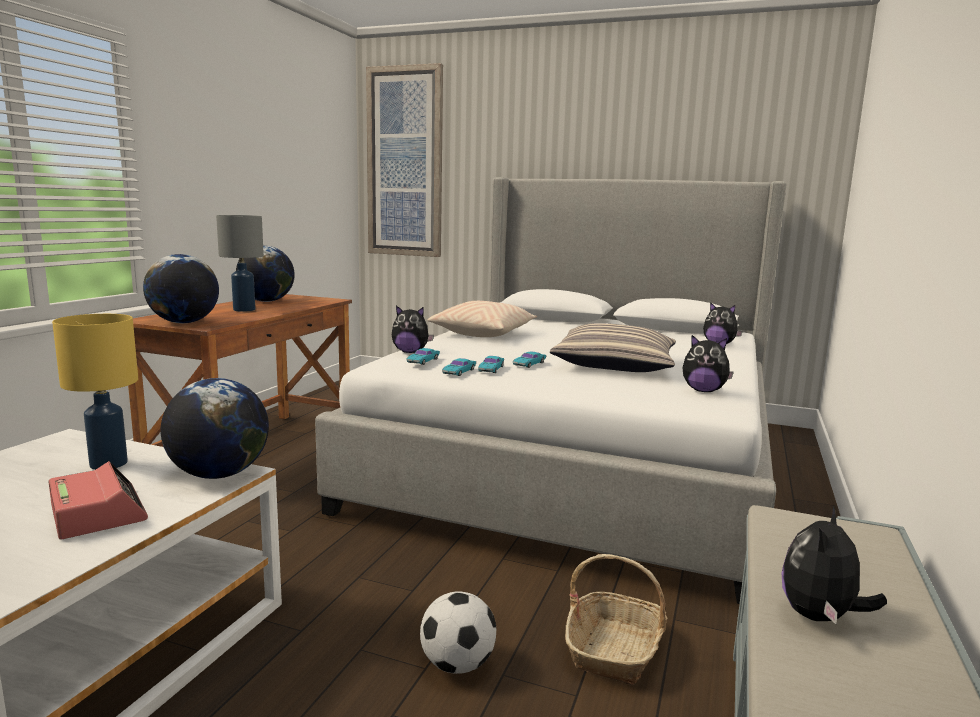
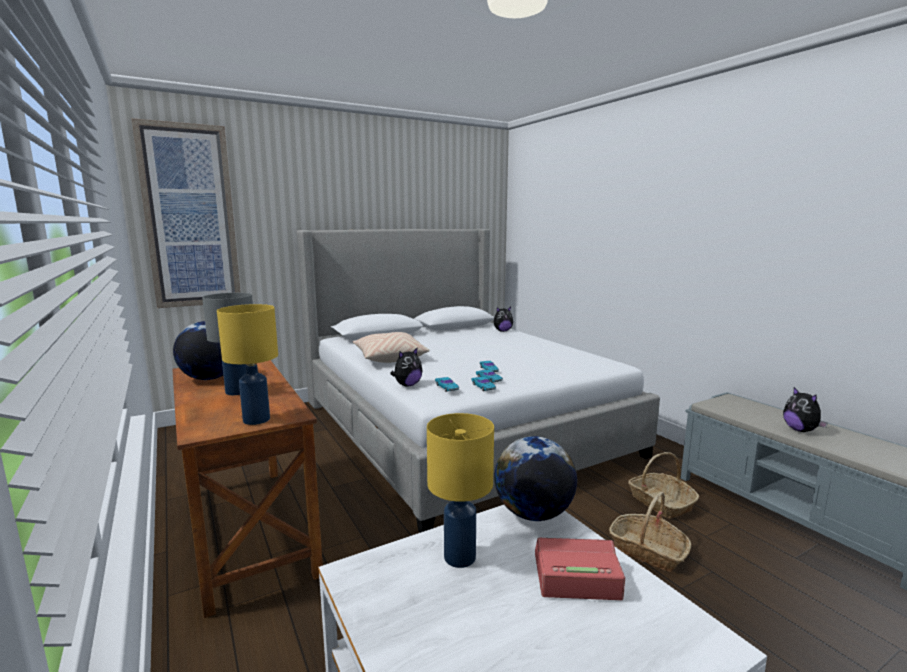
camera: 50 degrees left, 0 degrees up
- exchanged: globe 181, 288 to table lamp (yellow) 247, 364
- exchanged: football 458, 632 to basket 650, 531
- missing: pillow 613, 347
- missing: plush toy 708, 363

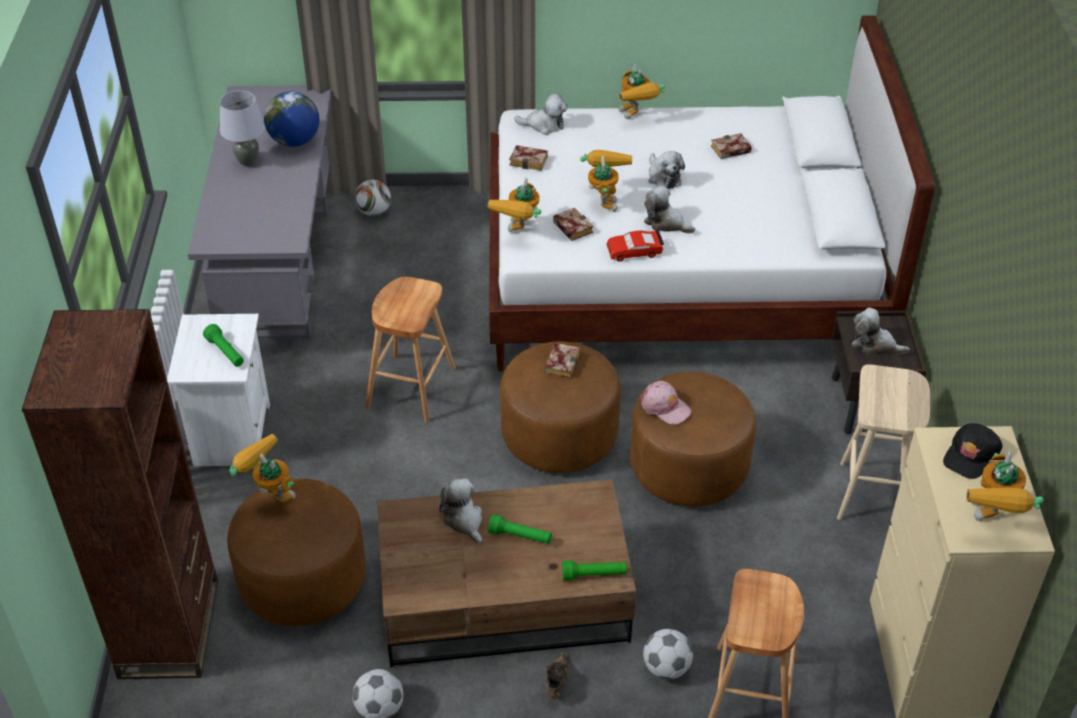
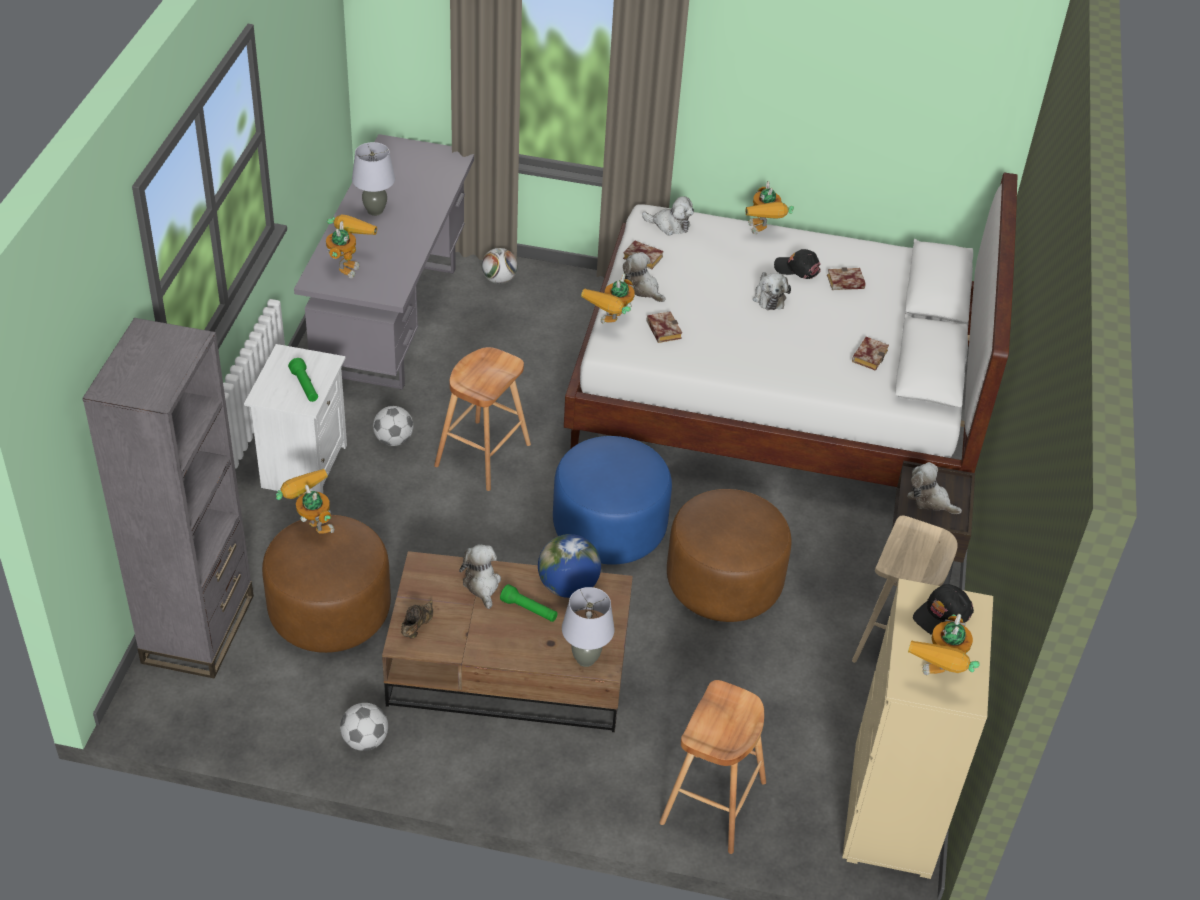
camera: 10 degrees right, 0 degrees up
- colour: bookcase (brown) 120, 494 to bookcase (grey) 168, 498
- relocated: globe 291, 119 to 569, 566
- colour: ottoman (brown) 560, 407 to ottoman (blue) 612, 500
- relocated: book 562, 360 to 870, 354
- relocated: shoe (brown) 557, 675 to 417, 619
- exchanged: flashlight (green) 594, 570 to table lamp (grey) 588, 627
- relocated: toy robot 606, 181 to 352, 246
- missing: toy car (red) 635, 246
- missing: cap (pink) 666, 403
- relocated: football 668, 654 to 393, 426
- relocated: plush toy 669, 209 to 644, 277
- appeared: cap (black) 797, 264

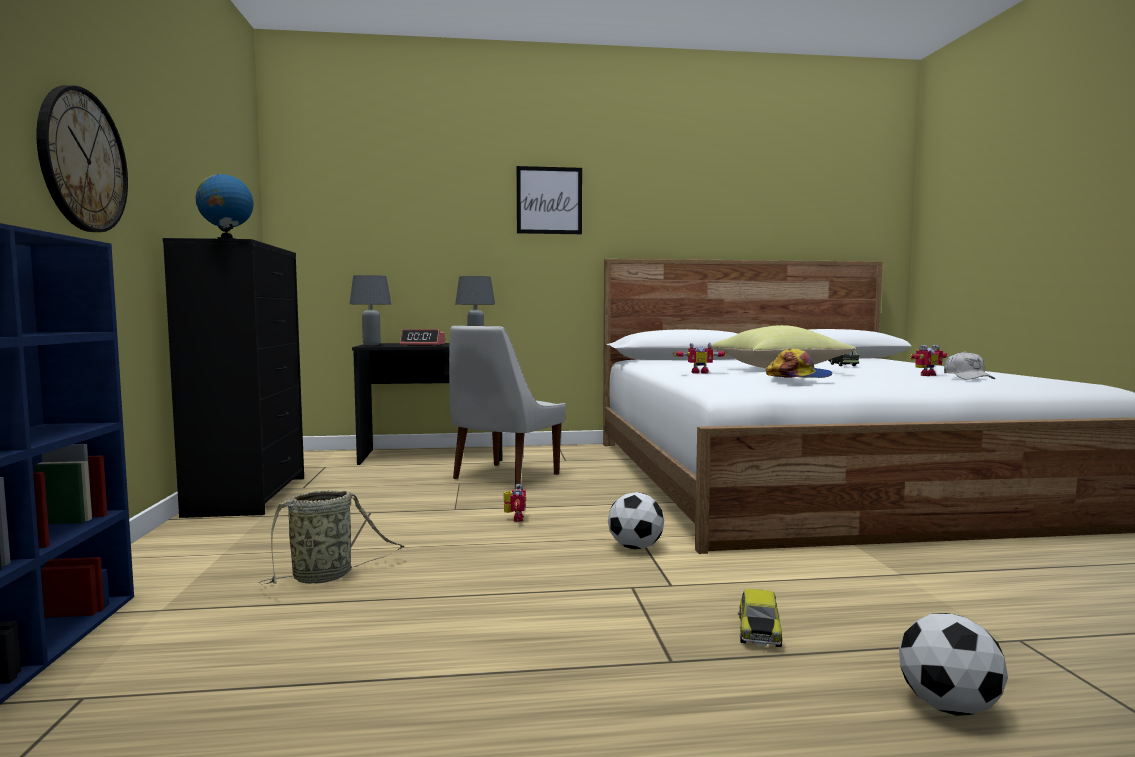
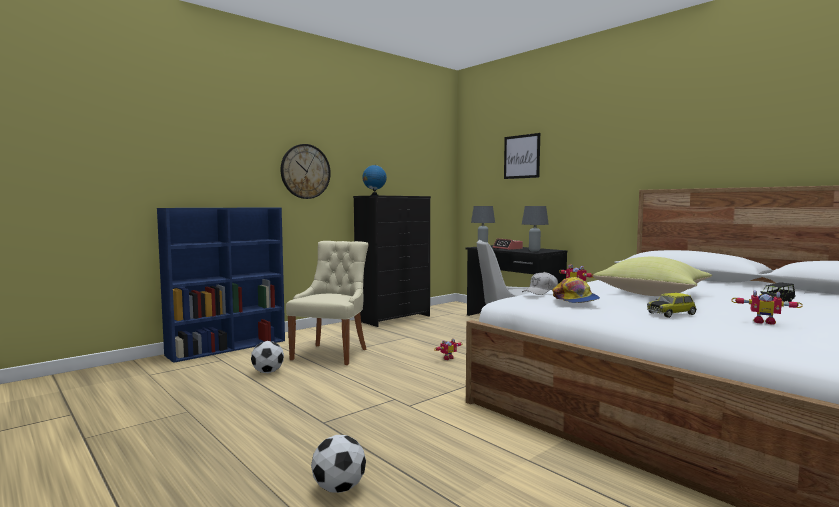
camera: 55 degrees right, 0 degrees up
- exchanged: basket 331, 537 to chair (beige) 327, 303
- relocated: picture 549, 200 to 522, 156
- relocated: football 636, 520 to 267, 357
- relocated: toy car 760, 618 to 672, 305
- relocated: cap (white) 969, 365 to 540, 283

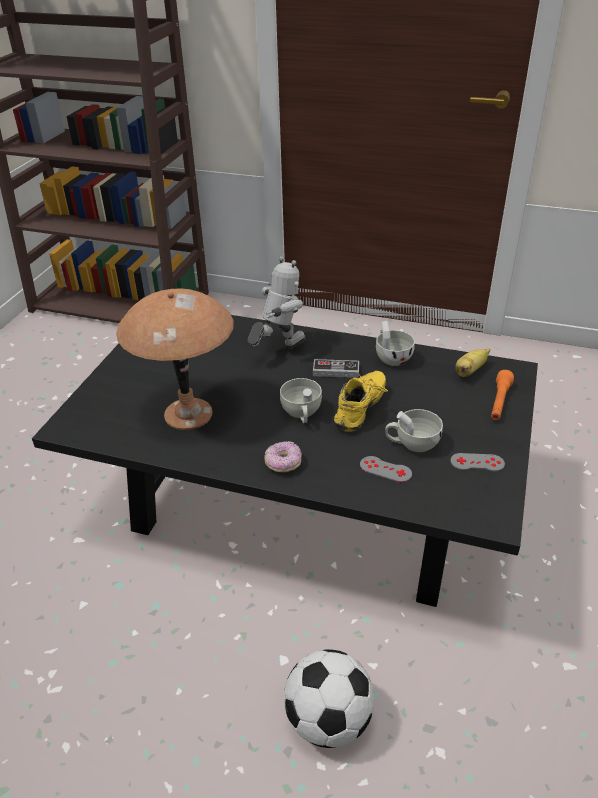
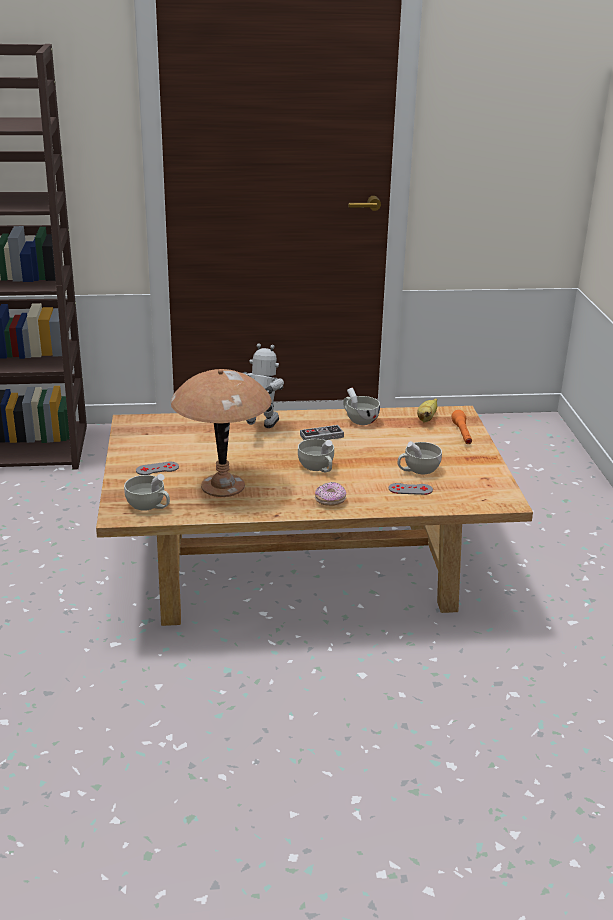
camera: 25 degrees left, 10 degrees down
- colour: coffee table (black) 285, 461 to coffee table (beige) 314, 516
- missing: football 329, 698
- missing: shoe (yellow) 361, 401
- relocated: game controller (grey) 477, 462 to 157, 468
- appeared: cup (white) 147, 492

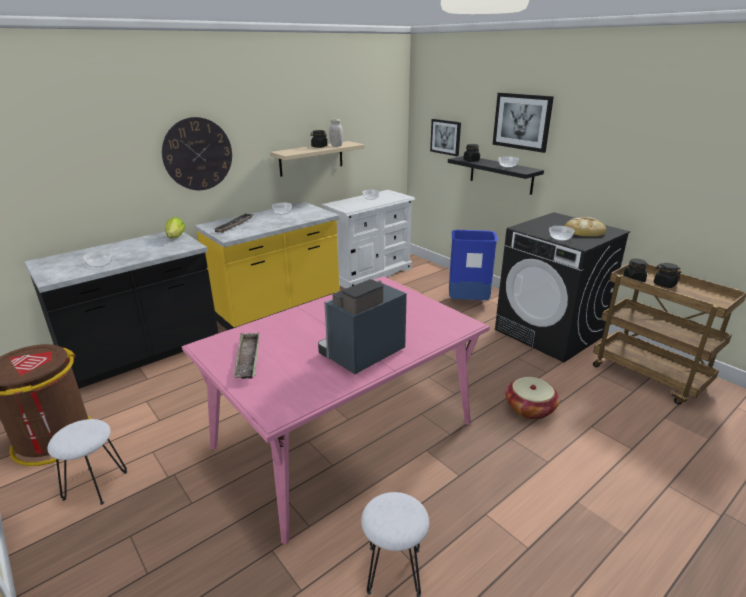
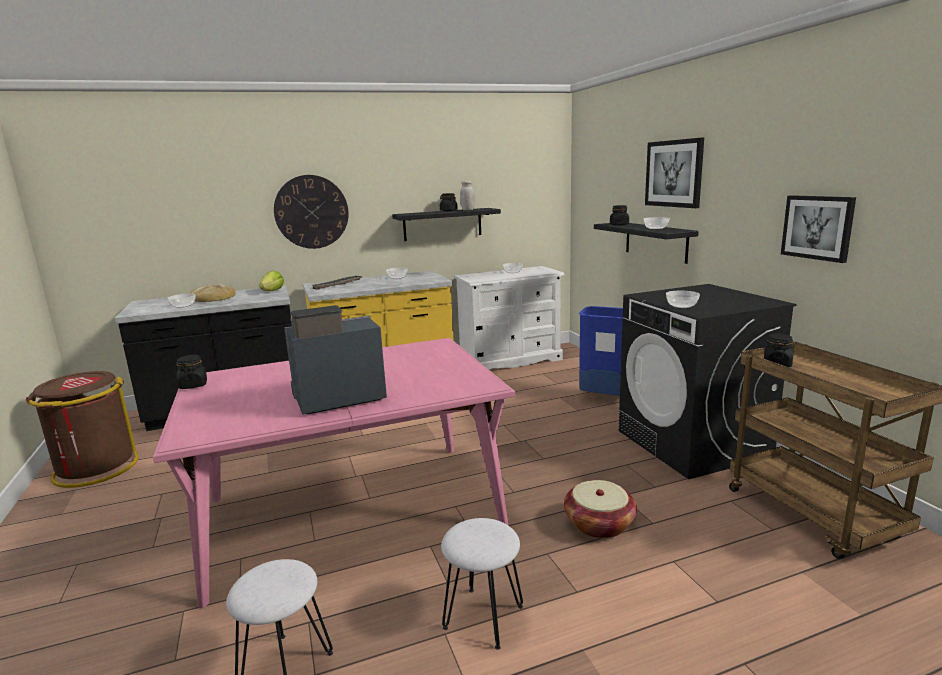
camera: 20 degrees right, 10 degrees down
- relocated: stool (white) 87, 462 to 482, 584
- missing: tray 246, 356
- colour: shelf (beige) 317, 159 to shelf (black) 446, 224
- relocated: picture 445, 137 to 818, 229
- relocated: bread 585, 227 to 213, 293
- relocated: jar (black) 667, 275 to 192, 372

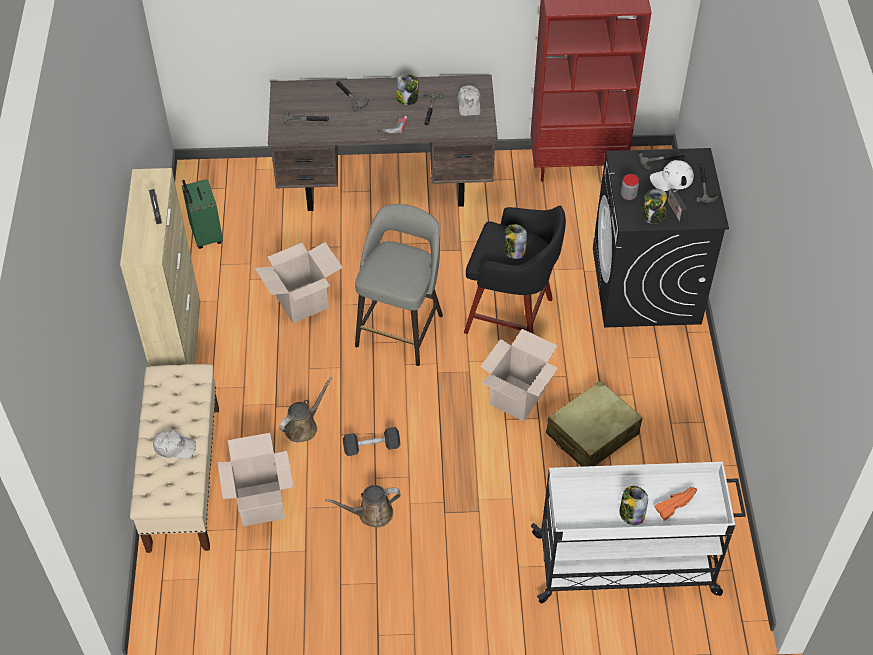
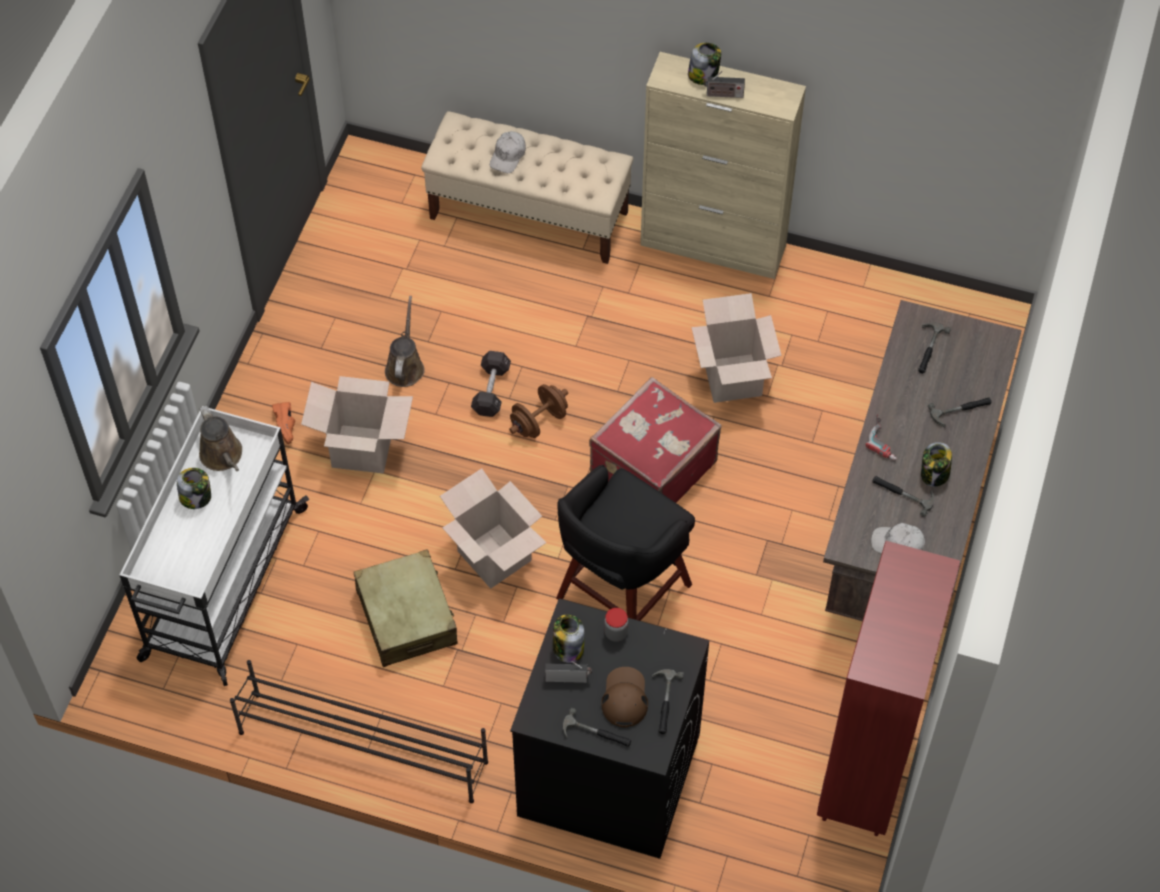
camera: 110 degrees right, 5 degrees up
- missing: suitcase (green) 202, 214
- relocated: cardboard box 255, 479 to 357, 425
- relocated: watering can (brown) 305, 410 to 220, 438
- exchanged: stool (grey) 399, 285 to suitcase (red) 655, 440
- relocated: jar 515, 241 to 704, 64
- colour: cap (white) 672, 175 to cap (brown) 624, 697
- relocated: shoe (orange) 675, 504 to 283, 423
- appeared: shoe rack (black) 359, 731
- appeared: dumbbell (brown) 538, 411

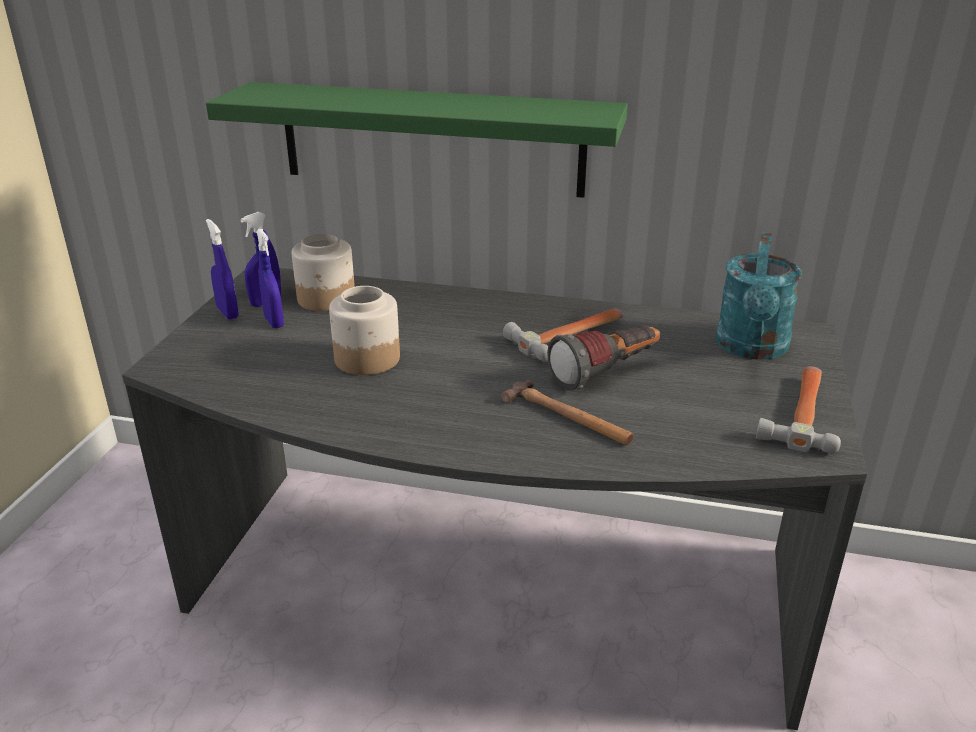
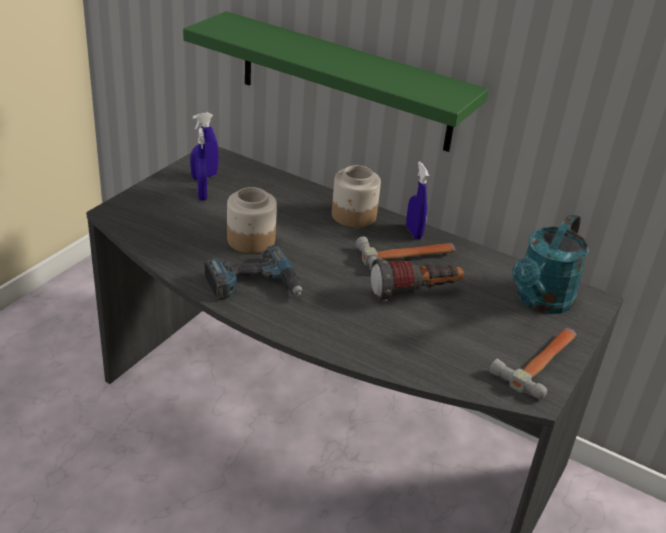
camera: 15 degrees right, 5 degrees up
- relocated: spray bottle (blue) 222, 269 to 417, 200
- relocated: jar 323, 272 to 356, 196
- missing: hammer 567, 412
- appeared: power drill 253, 272

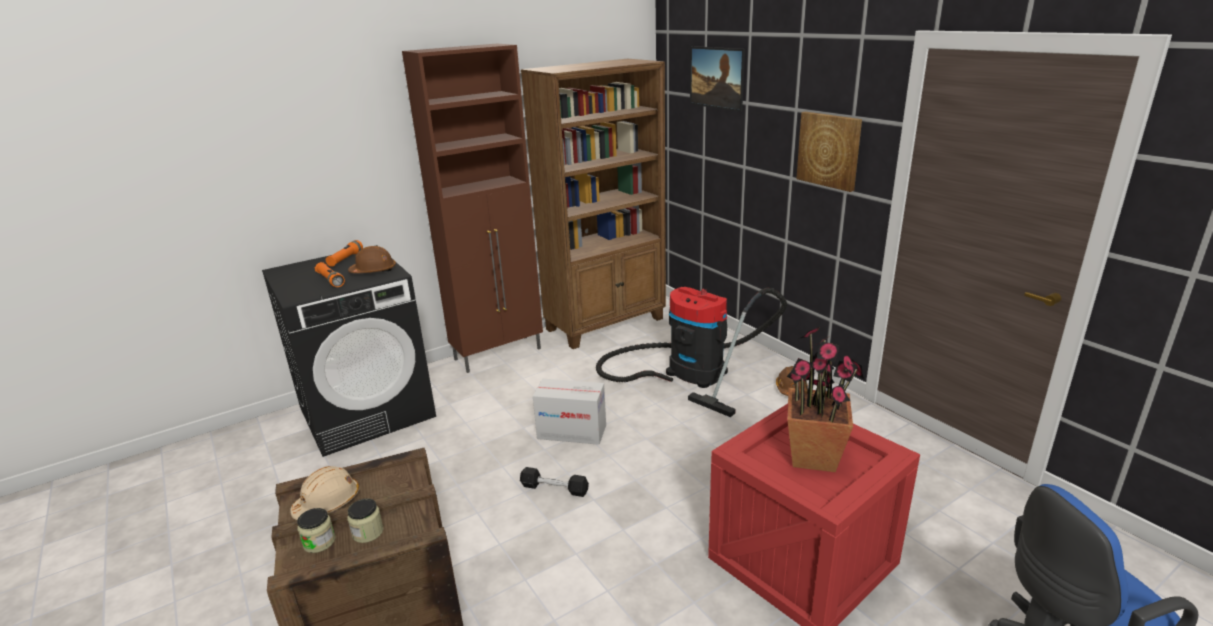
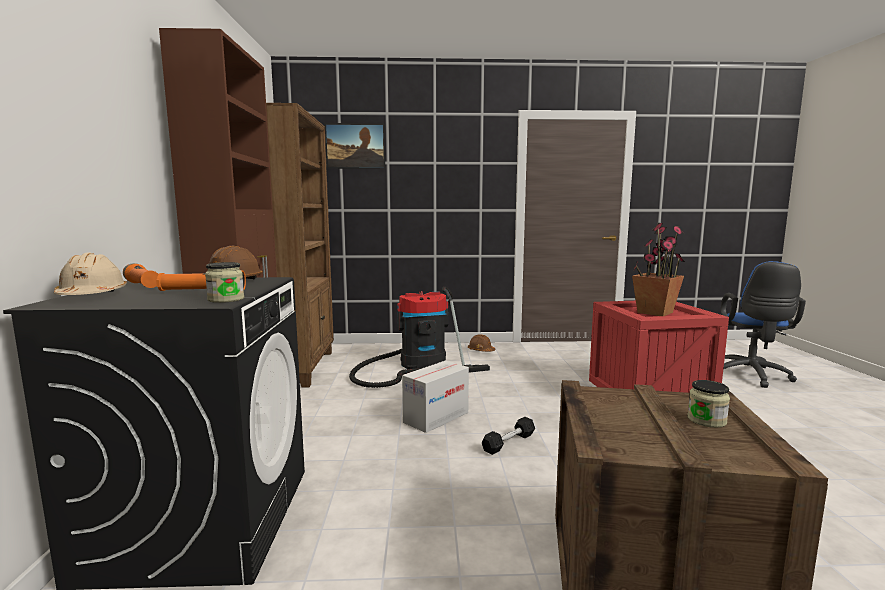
camera: 60 degrees left, 15 degrees down
- relocated: hard hat (beige) 325, 493 to 90, 273
- relocated: jar 316, 530 to 224, 282
- missing: picture 829, 152

